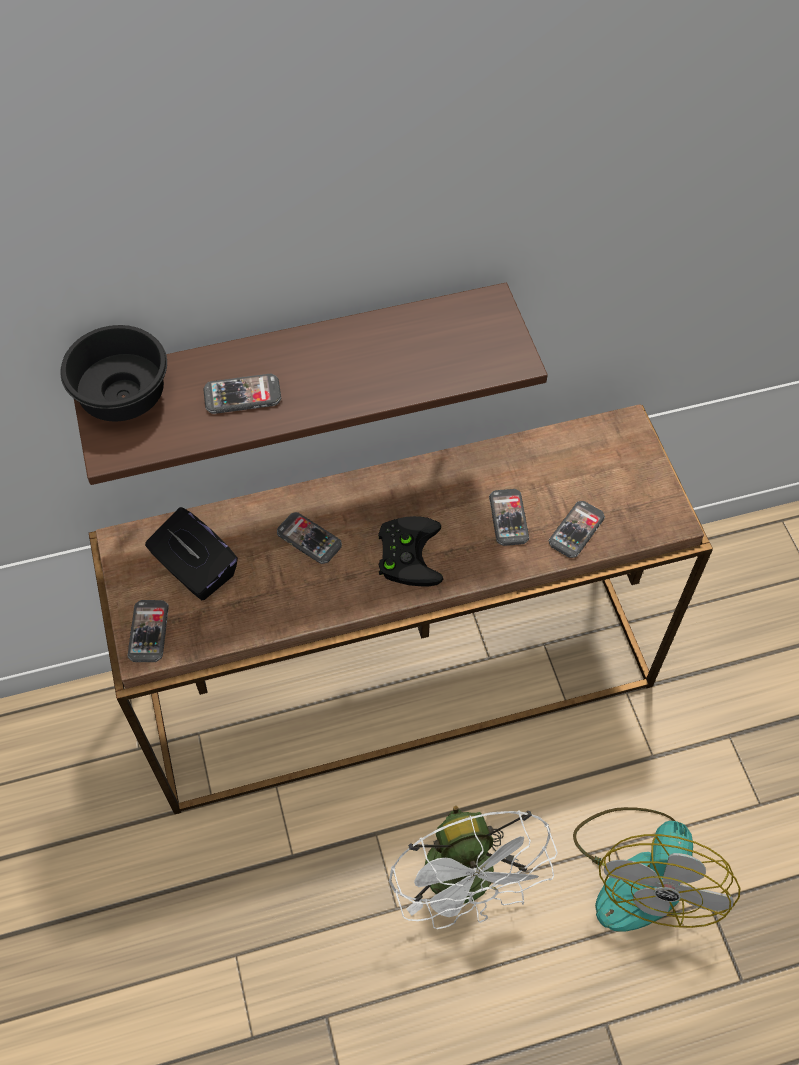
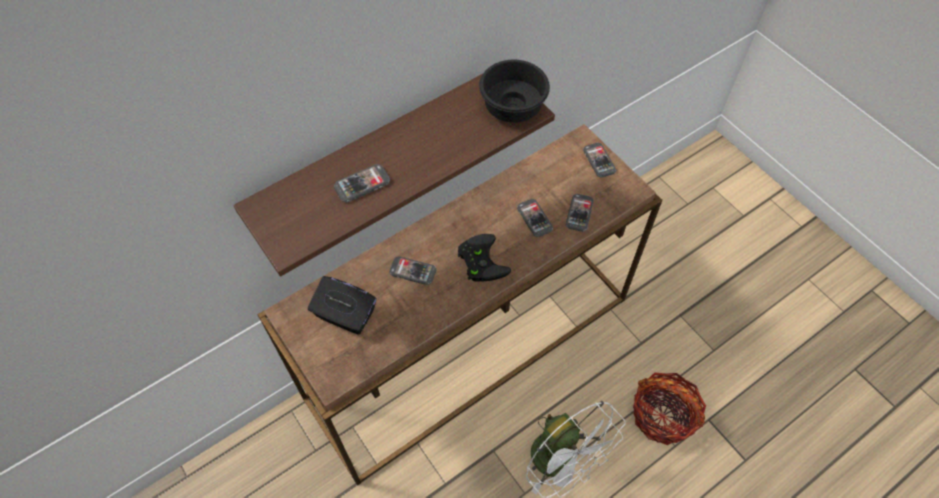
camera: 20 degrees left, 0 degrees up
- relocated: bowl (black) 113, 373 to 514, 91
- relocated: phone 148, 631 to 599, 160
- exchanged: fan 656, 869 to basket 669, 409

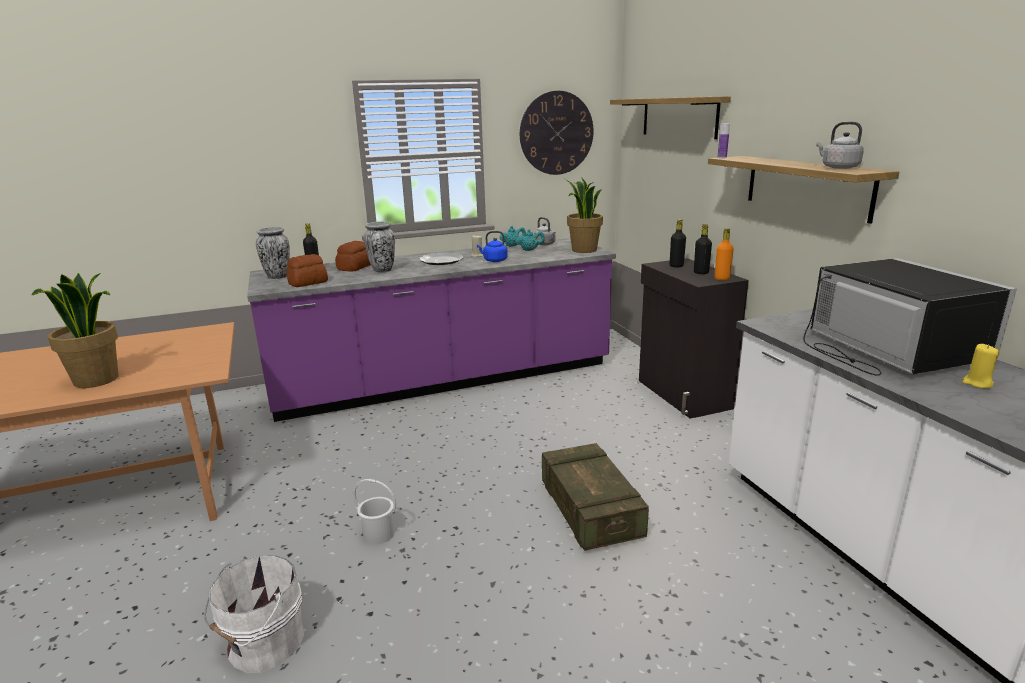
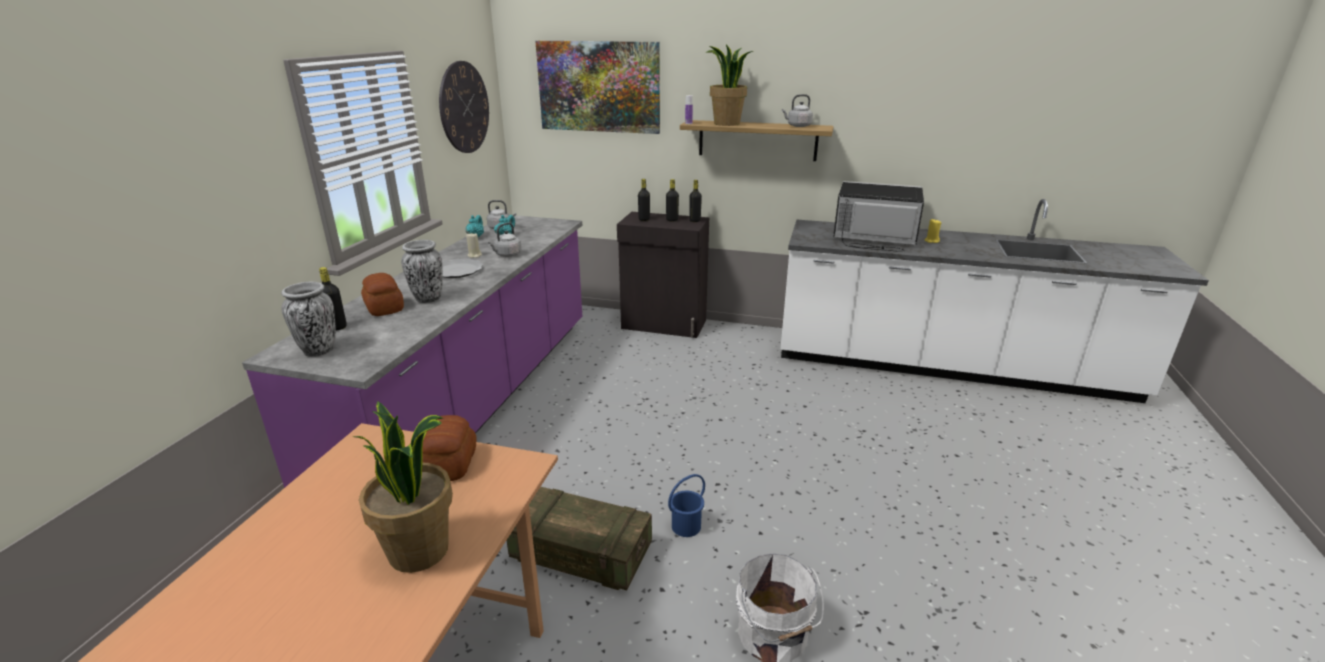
camera: 55 degrees left, 5 degrees up
- relocated: bread 307, 270 to 450, 448
- colour: bucket (white) 374, 512 to bucket (blue) 686, 505
- colour: kettle (blue) 492, 246 to kettle (grey) 505, 240
- relocated: crate 595, 497 to 579, 538
- relocated: potted plant 584, 215 to 729, 85
- exchanged: shelf 670, 117 to picture 597, 87
- colour: bottle (orange) 724, 254 to bottle (black) 695, 201

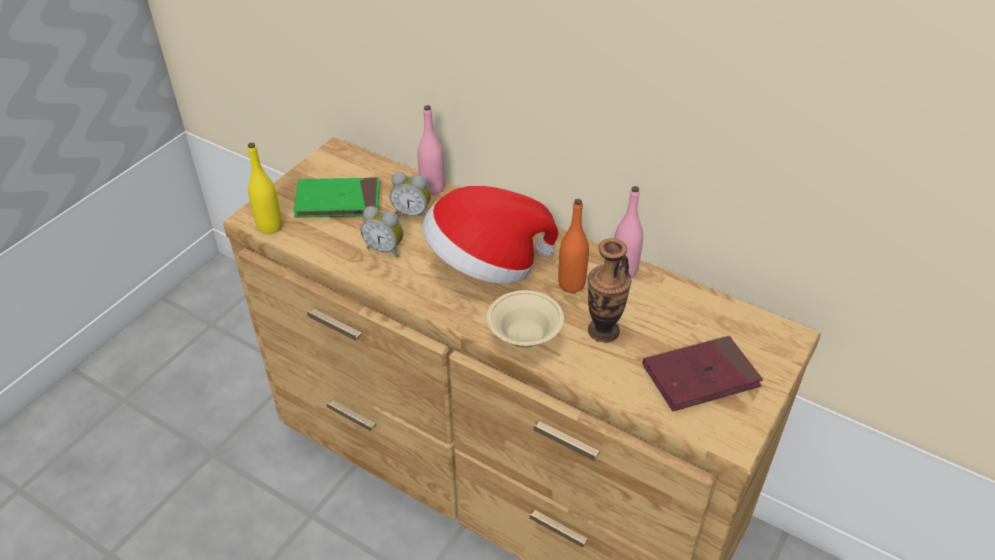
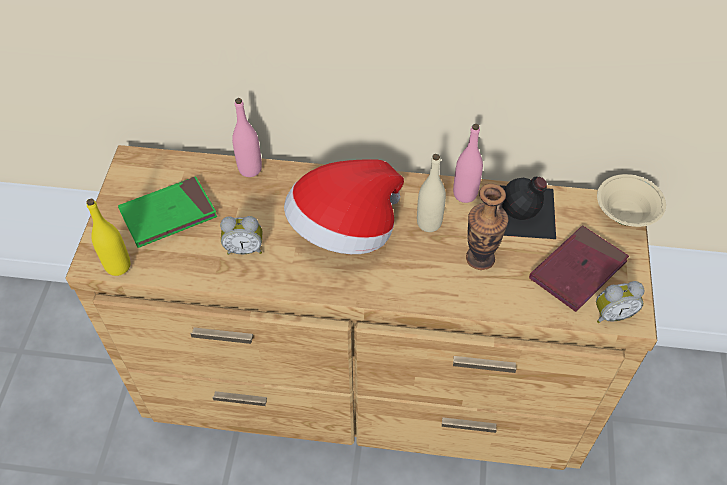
camera: 25 degrees left, 10 degrees up
- relocated: alarm clock 410, 195 to 620, 302
- relocated: bowl (beige) 525, 318 to 631, 200
- colour: bottle (orange) 573, 246 to bottle (beige) 431, 193
- appeared: bottle (black) 527, 208

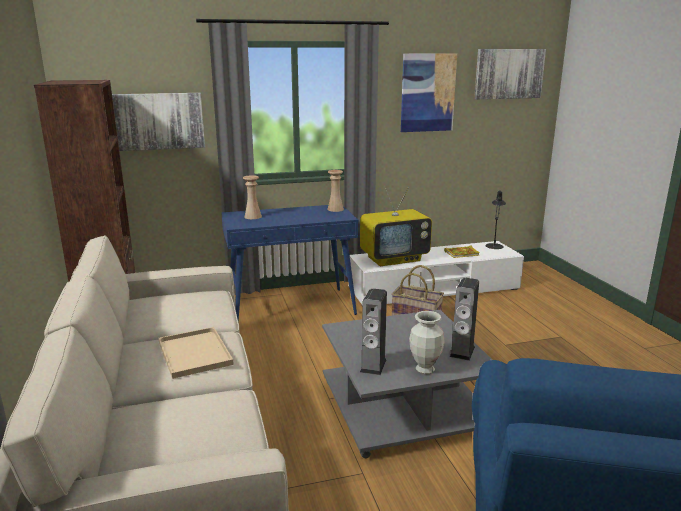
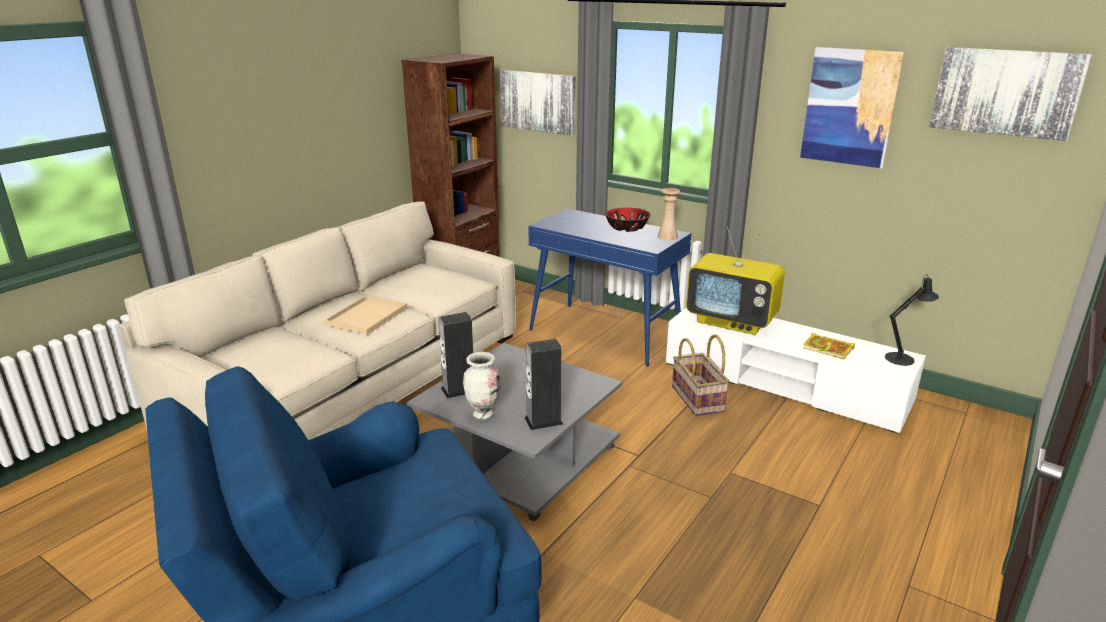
camera: 50 degrees right, 5 degrees up
- missing: vase (beige) 252, 197
- appeared: bowl 628, 220

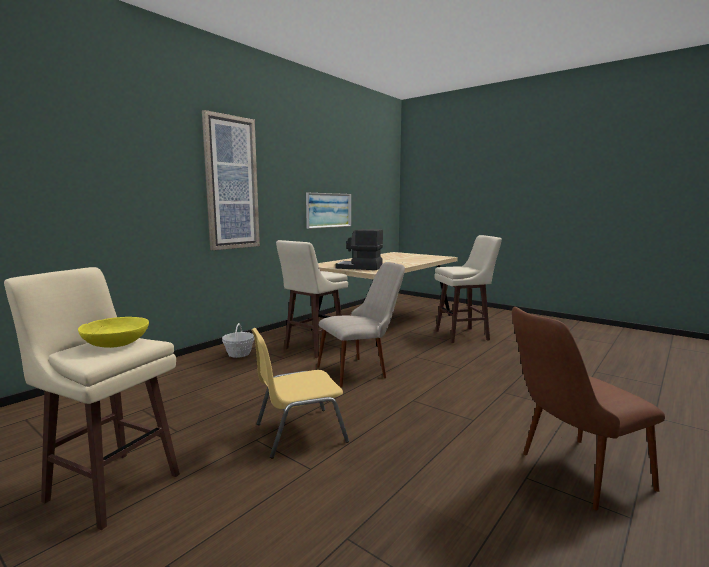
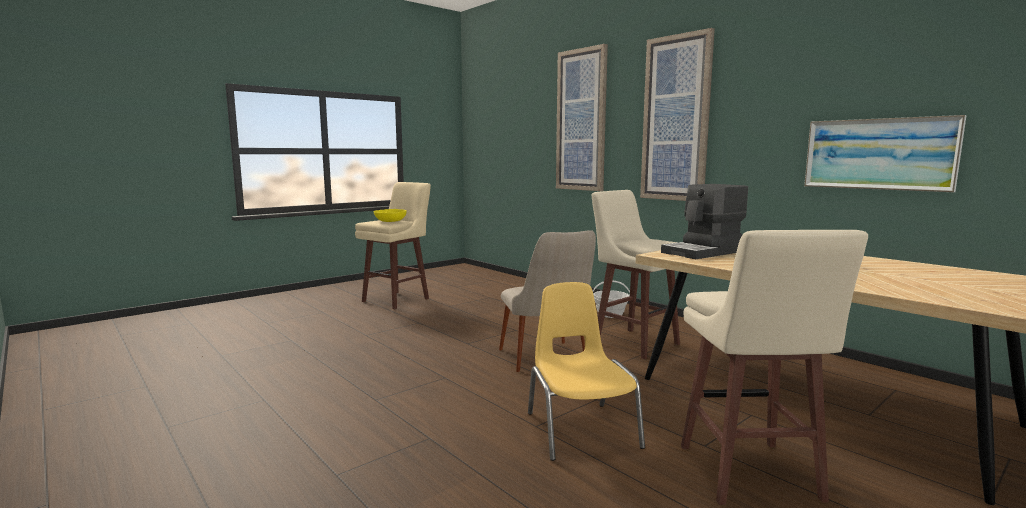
camera: 100 degrees right, 0 degrees up
- relocated: chair (yellow) 300, 393 to 586, 371
- spun: coffee machine 359, 249 = 704, 221 150 degrees counterclockwise
- missing: chair (brown) 588, 408
- appeared: picture 582, 117

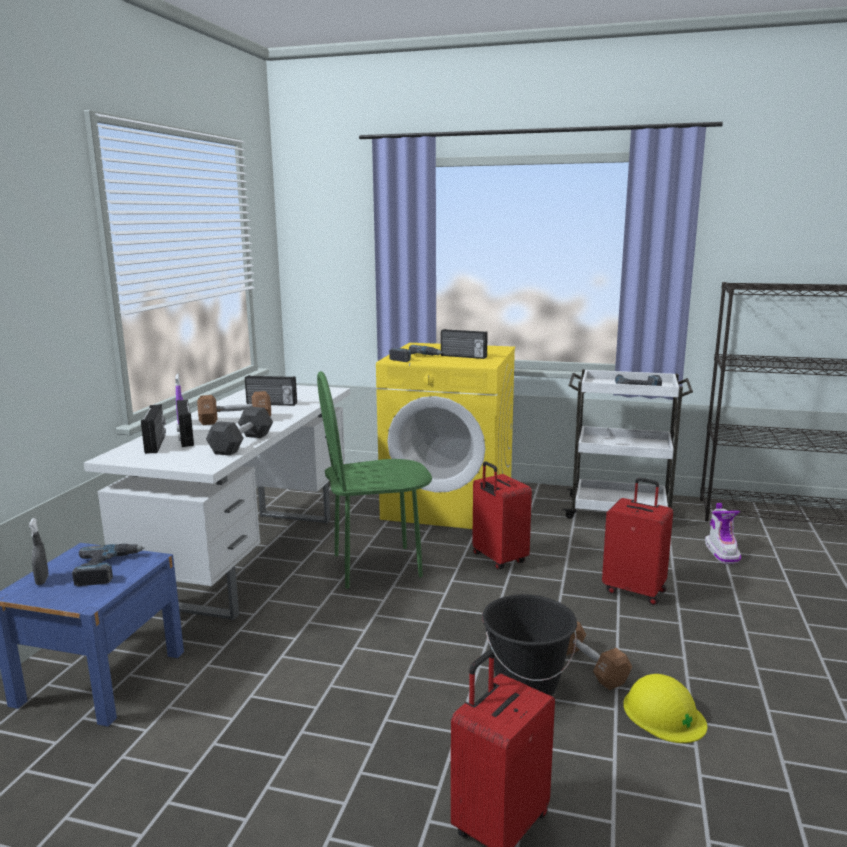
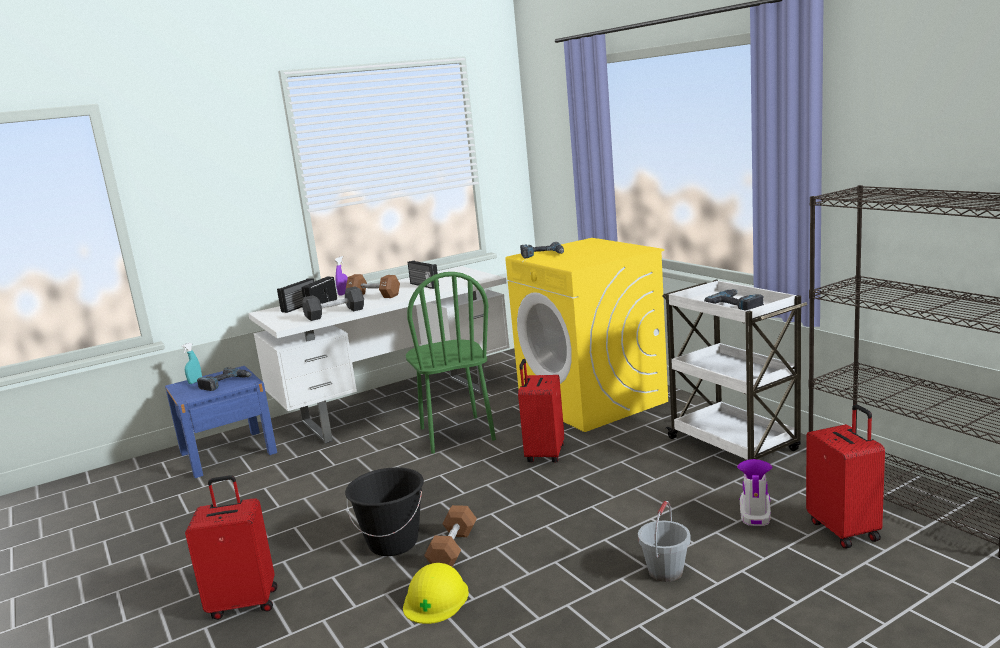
camera: 45 degrees right, 0 degrees up
- colour: spray bottle (grey) 39, 551 to spray bottle (turquoise) 191, 363
- spun: chair (green) 374, 480 = 451, 363 135 degrees counterclockwise
- missing: radio 464, 344
- relocated: suitcase (red) 637, 541 to 845, 476
- spun: boot 723, 533 = 755, 492 150 degrees clockwise
- appeared: bucket (grey) 664, 541

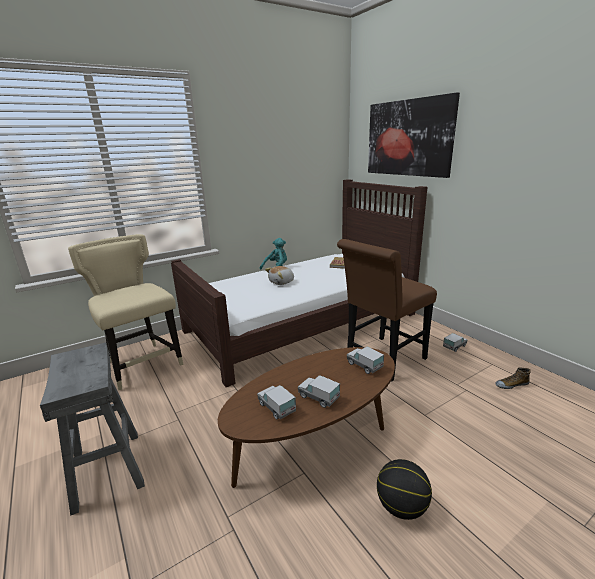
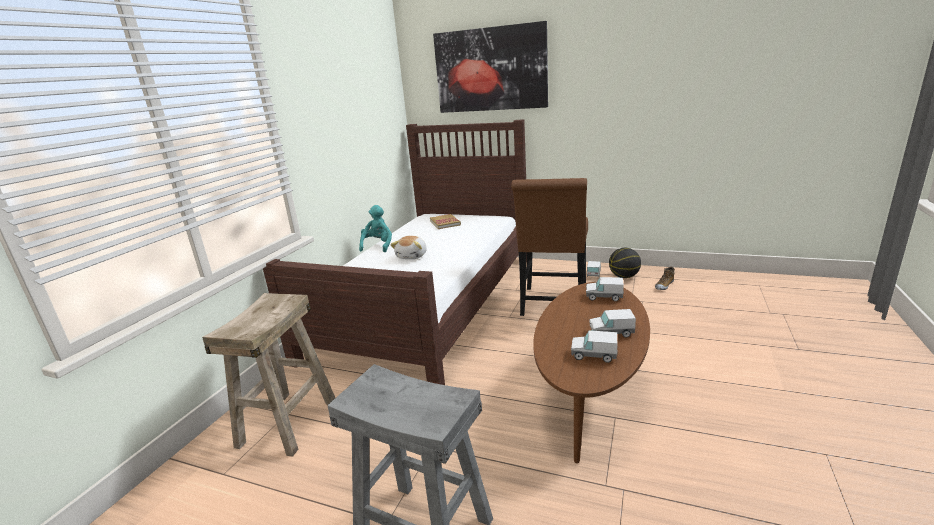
camera: 35 degrees left, 0 degrees up
- exchanged: chair (beige) 126, 312 to stool (beige) 268, 375
- relocated: basketball 404, 489 to 625, 263

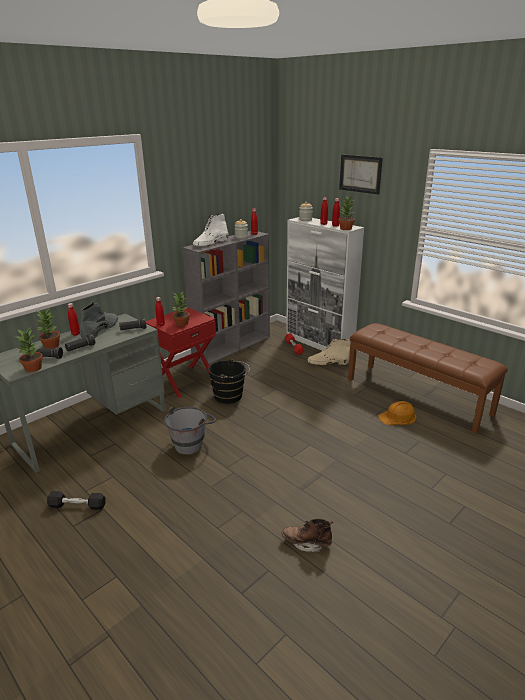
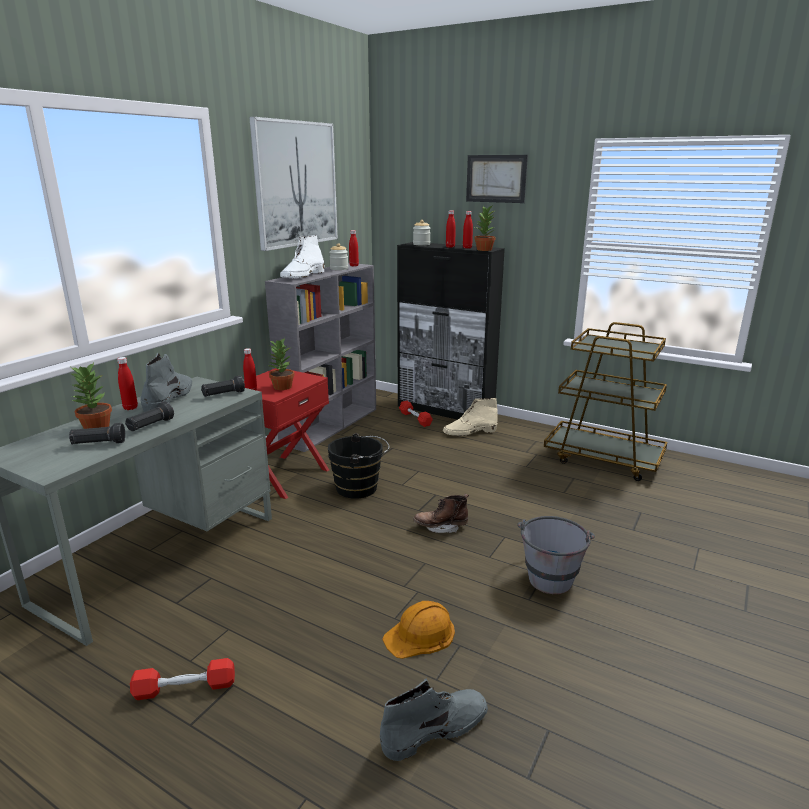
camera: 15 degrees left, 5 degrees down
- missing: potted plant 29, 350
- colour: dumbbell (black) 76, 500 to dumbbell (red) 182, 679
- relocated: bucket (grey) 190, 431 to 556, 555
- relocated: boot (brown) 307, 535 to 441, 513
- colour: cabinet (white) 325, 284 to cabinet (black) 451, 331
- exchanged: bench (brown) 428, 378 to cart (brown) 605, 401
- relocated: hard hat (orange) 397, 413 to 418, 630
- appeared: picture 293, 184
- appeared: boot (grey) 434, 719

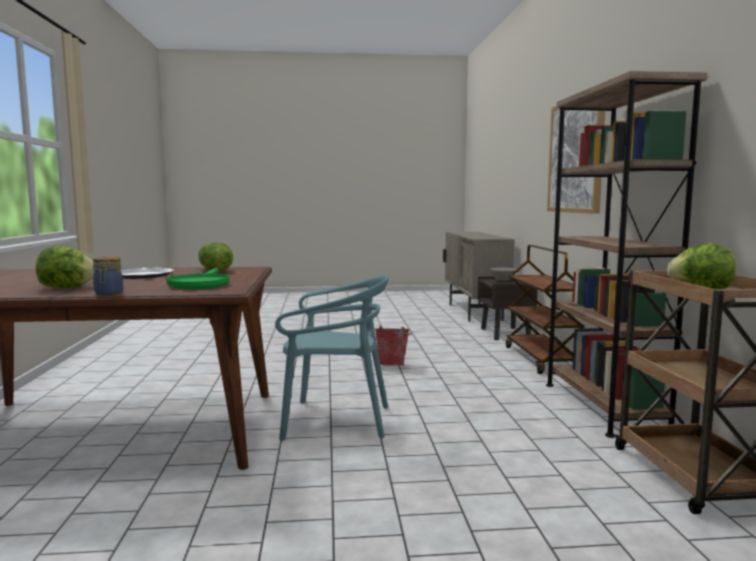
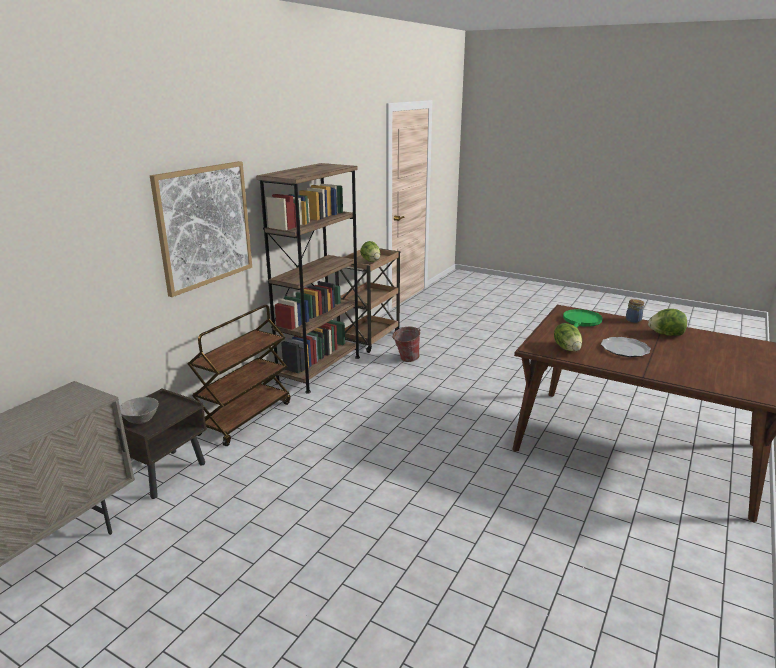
camera: 145 degrees left, 15 degrees up
- missing: chair (turquoise) 332, 357
- relocated: bucket 393, 346 to 406, 344

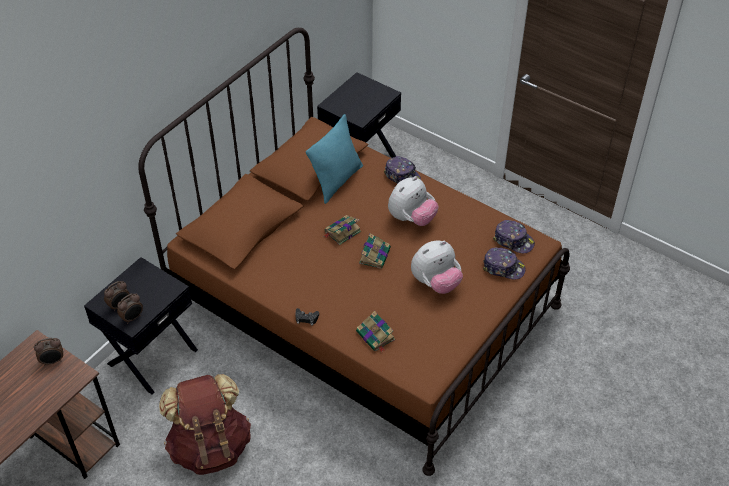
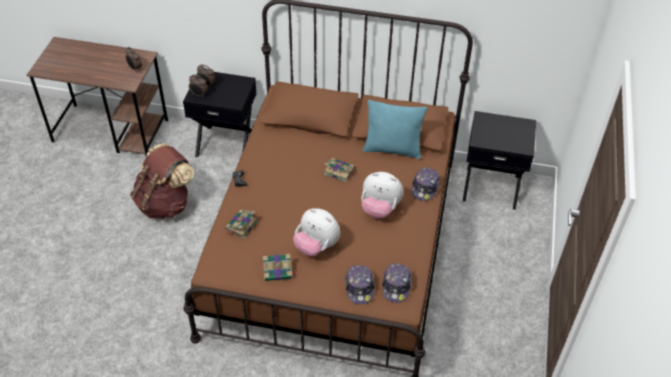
camera: 65 degrees right, 0 degrees up
- relocated: book 375, 251 to 280, 267

